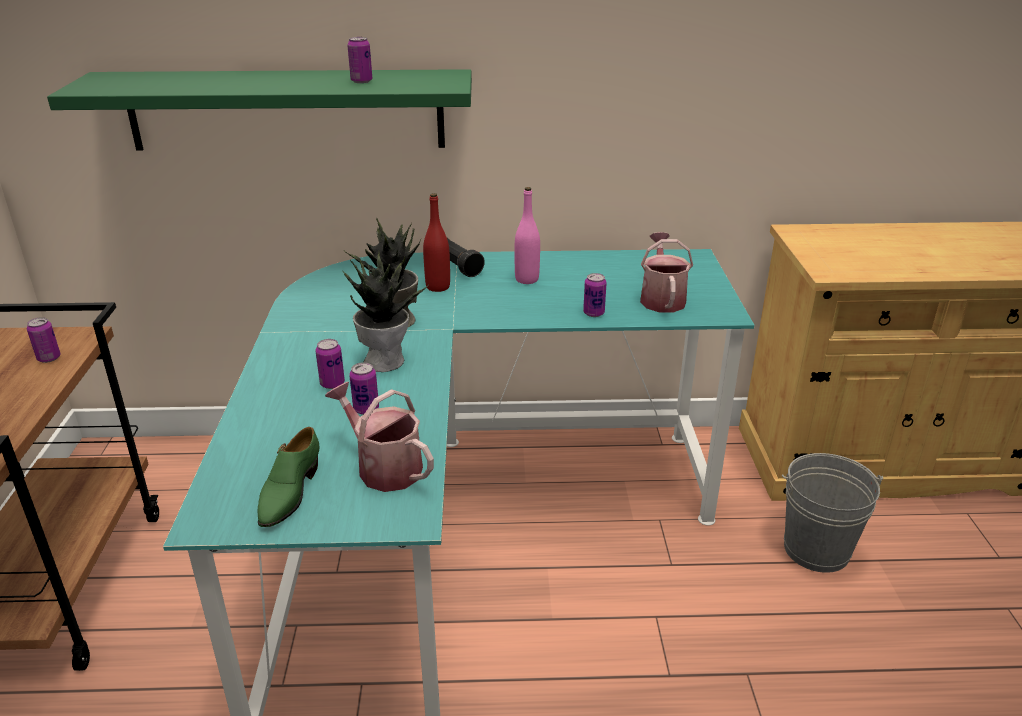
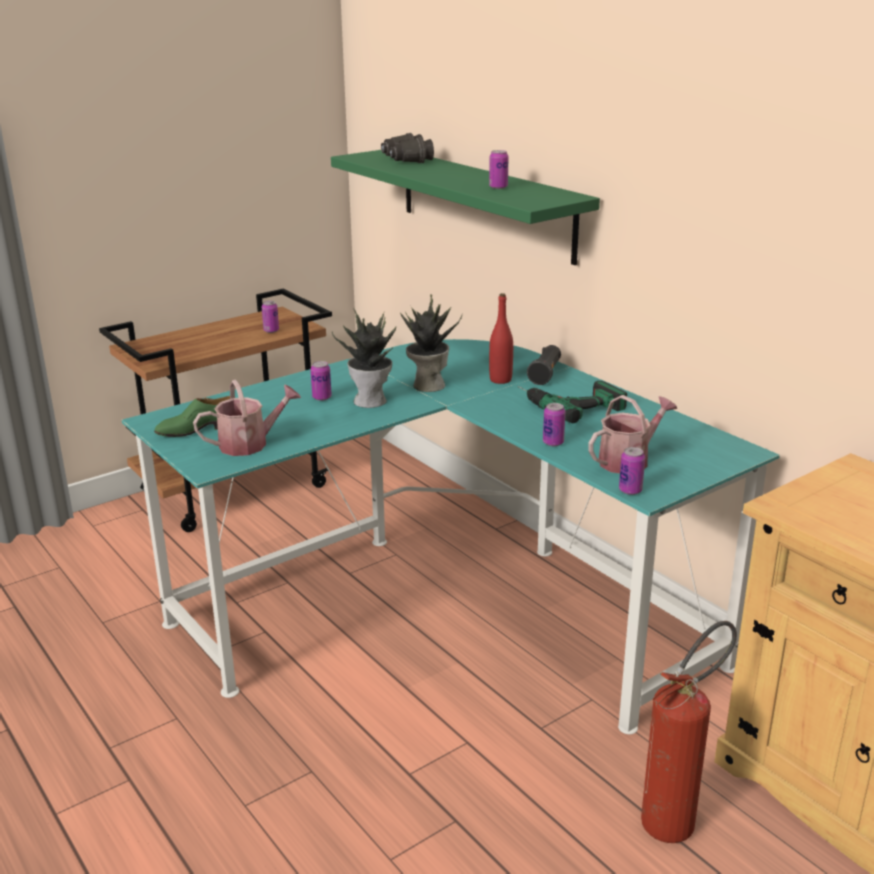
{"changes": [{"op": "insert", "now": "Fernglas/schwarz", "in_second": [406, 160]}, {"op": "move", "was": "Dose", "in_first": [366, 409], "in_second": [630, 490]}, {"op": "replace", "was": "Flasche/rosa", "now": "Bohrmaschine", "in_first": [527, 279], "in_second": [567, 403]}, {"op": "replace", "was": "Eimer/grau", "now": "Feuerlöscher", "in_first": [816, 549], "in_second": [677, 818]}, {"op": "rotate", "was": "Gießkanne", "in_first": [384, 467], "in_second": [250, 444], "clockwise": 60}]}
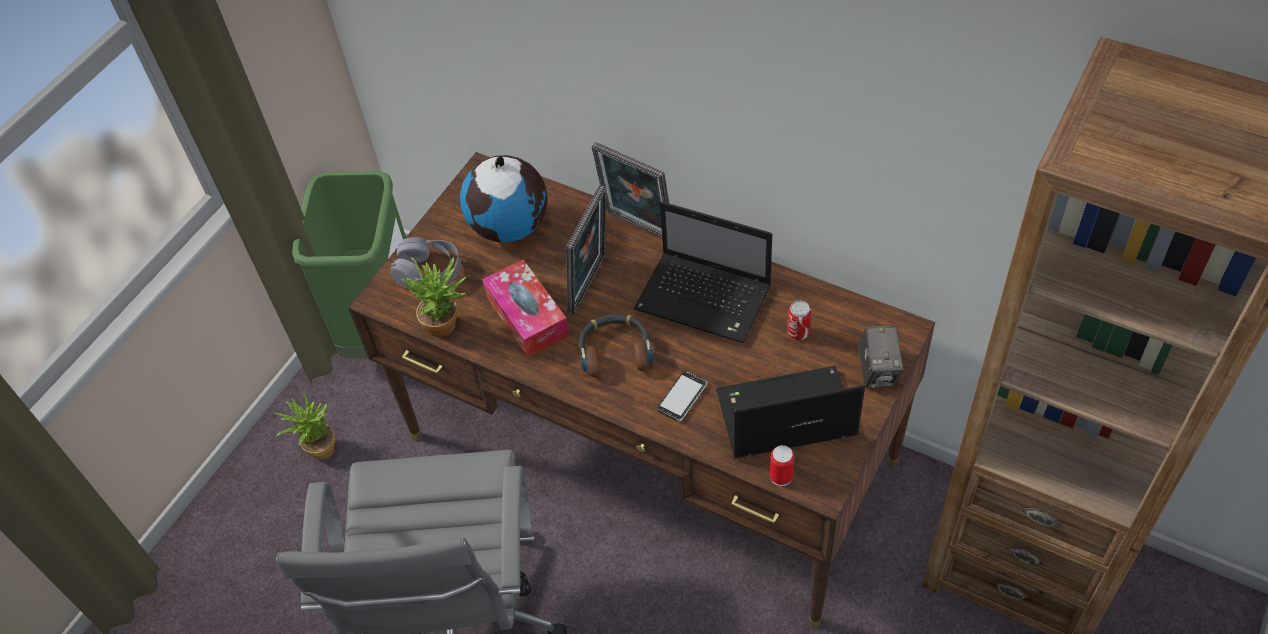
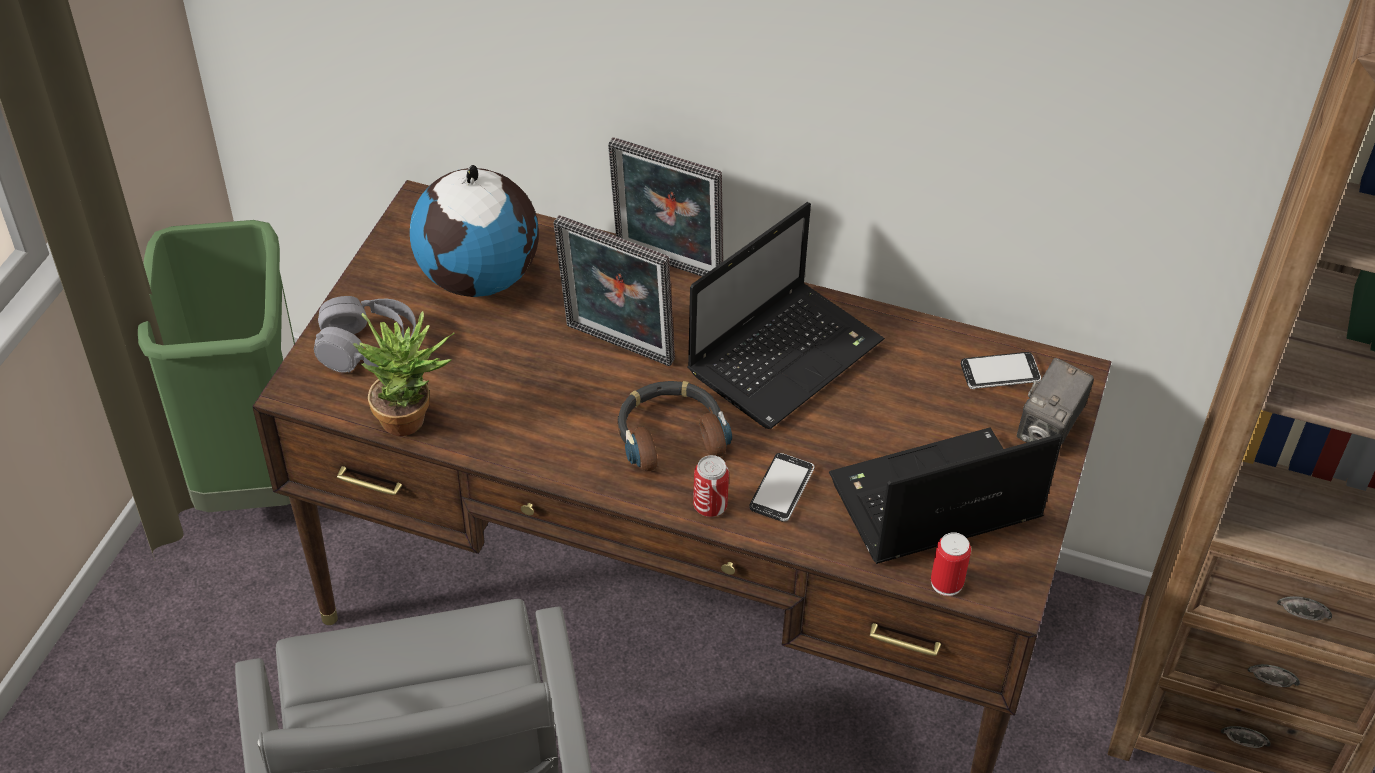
{"changes": [{"op": "delete", "was": "Topfpflanze", "in_first": [317, 448]}, {"op": "delete", "was": "Taschentuchbox", "in_first": [527, 316]}, {"op": "insert", "now": "Handy", "in_second": [1000, 373]}, {"op": "move", "was": "Dose", "in_first": [798, 332], "in_second": [710, 506]}, {"op": "rotate", "was": "Bilderrahmen", "in_first": [591, 285], "in_second": [616, 348], "clockwise": 105}, {"op": "rotate", "was": "Laptop", "in_first": [706, 299], "in_second": [787, 354], "clockwise": -60}, {"op": "rotate", "was": "Kamera", "in_first": [877, 371], "in_second": [1049, 431], "clockwise": 45}]}
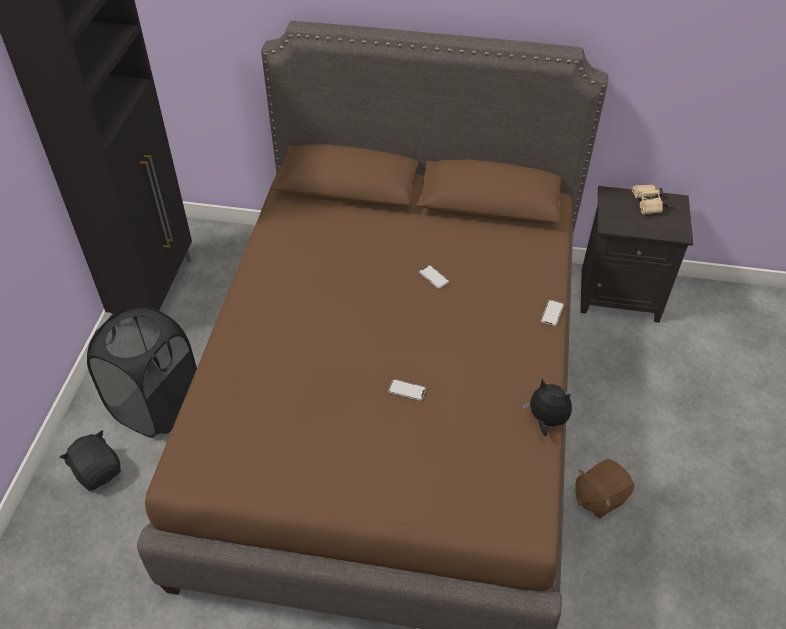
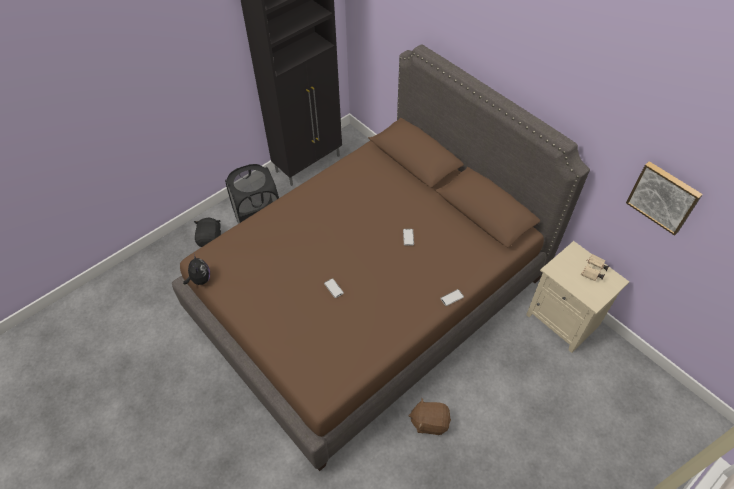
{"changes": [{"op": "insert", "now": "Bild", "in_second": [664, 197]}, {"op": "move", "was": "Plüschtier", "in_first": [546, 420], "in_second": [200, 279]}, {"op": "recolor", "was": "Nachttisch/schwarz", "now": "Nachttisch/beige", "in_first": [620, 294], "in_second": [564, 320]}]}
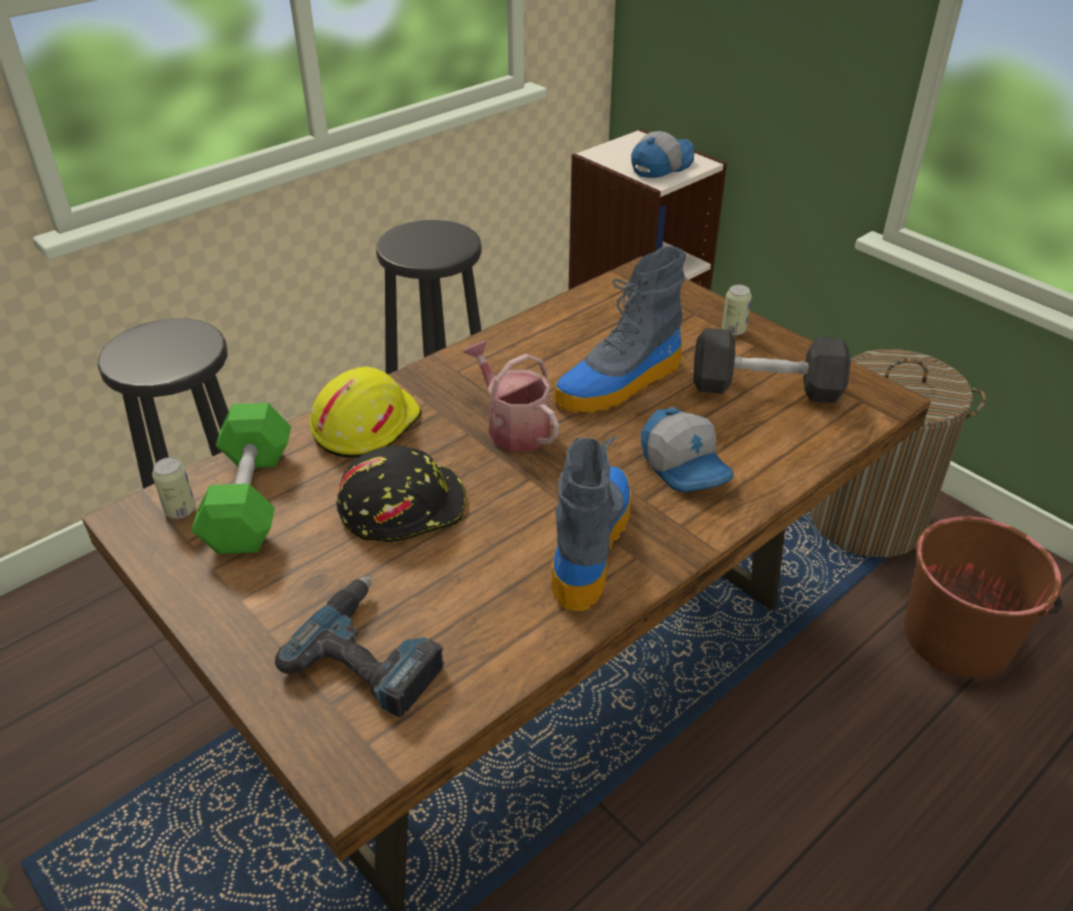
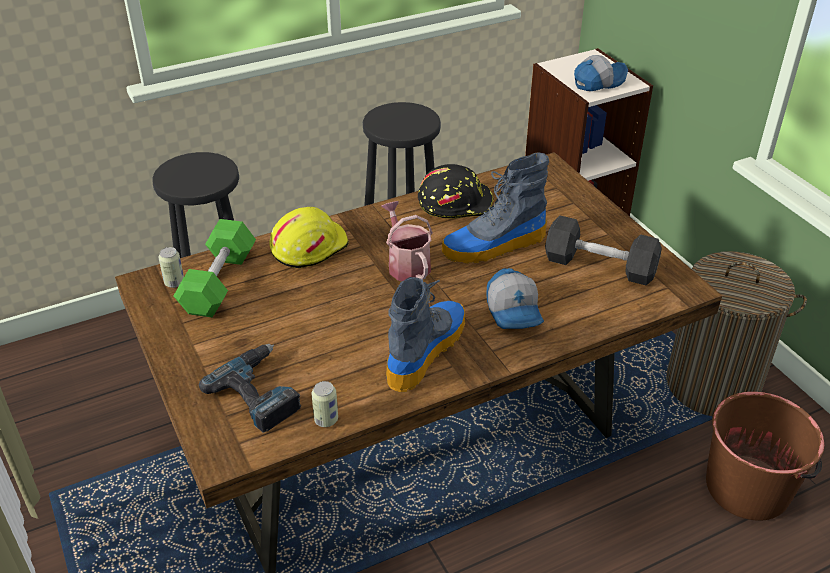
{"changes": [{"op": "move", "was": "Schutzhelm/schwarz", "in_first": [402, 506], "in_second": [455, 202]}, {"op": "move", "was": "Dose", "in_first": [733, 330], "in_second": [326, 420]}]}
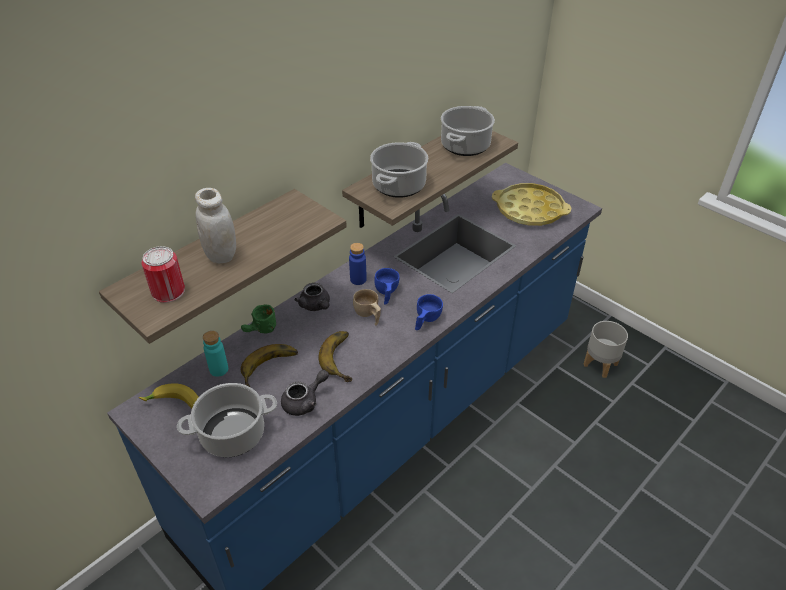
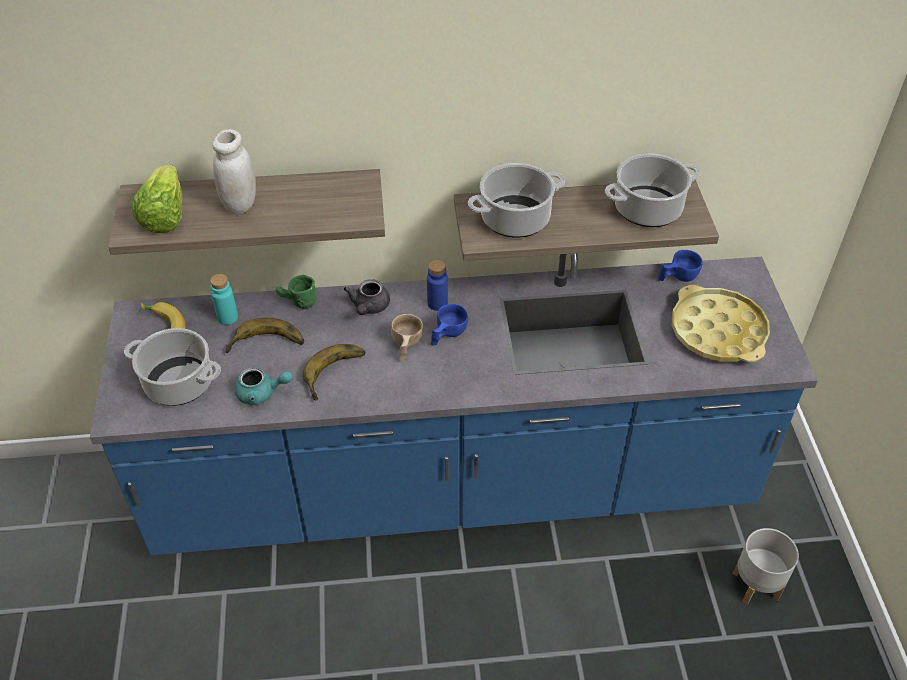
{"changes": [{"op": "move", "was": "Tasse/blau", "in_first": [425, 320], "in_second": [677, 277]}, {"op": "replace", "was": "Dose", "now": "Salatkopf", "in_first": [168, 291], "in_second": [165, 215]}, {"op": "recolor", "was": "Teekanne/grau", "now": "Teekanne/türkis", "in_first": [304, 401], "in_second": [262, 393]}]}
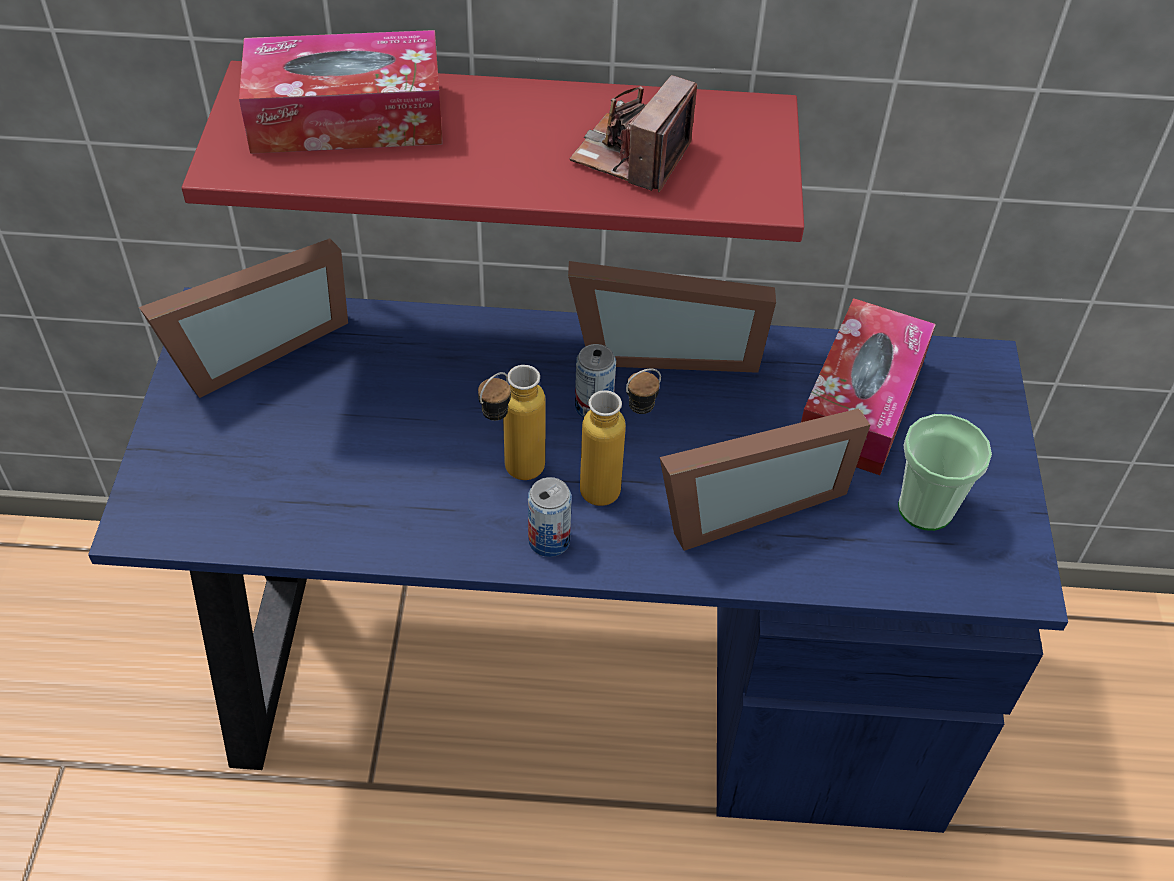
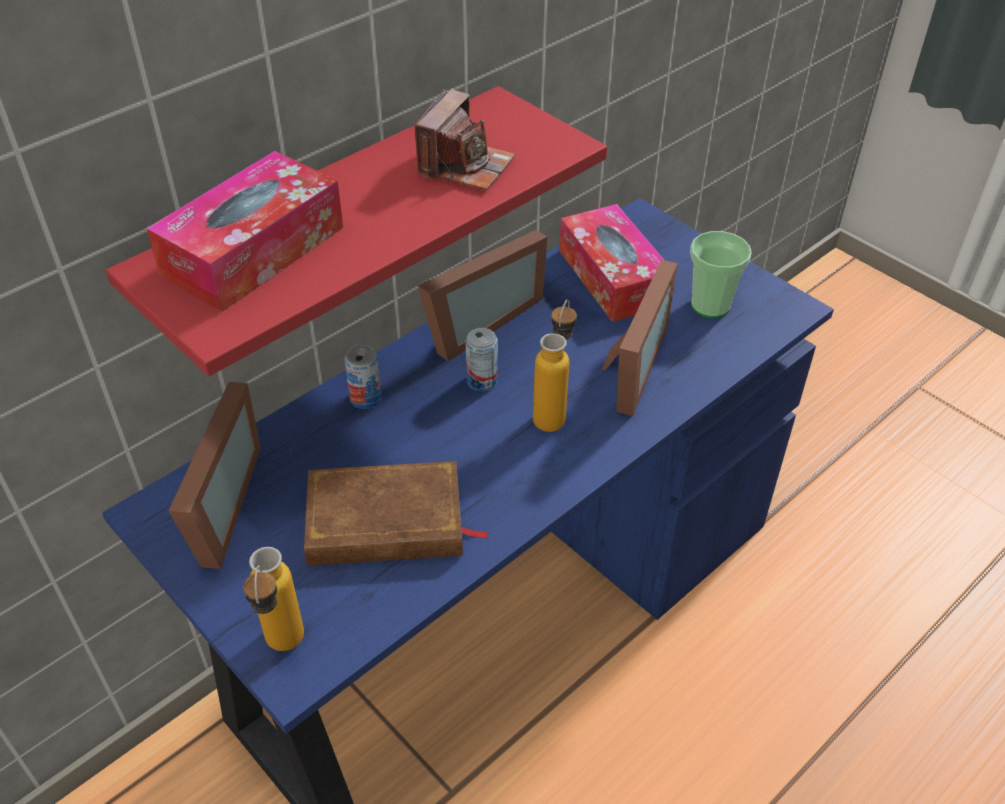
{"changes": [{"op": "insert", "now": "Buch/braun", "in_second": [386, 523]}, {"op": "move", "was": "Flasche", "in_first": [512, 476], "in_second": [283, 650]}, {"op": "move", "was": "Dose", "in_first": [549, 540], "in_second": [365, 398]}, {"op": "rotate", "was": "Kamera", "in_first": [632, 156], "in_second": [465, 165], "clockwise": -135}]}
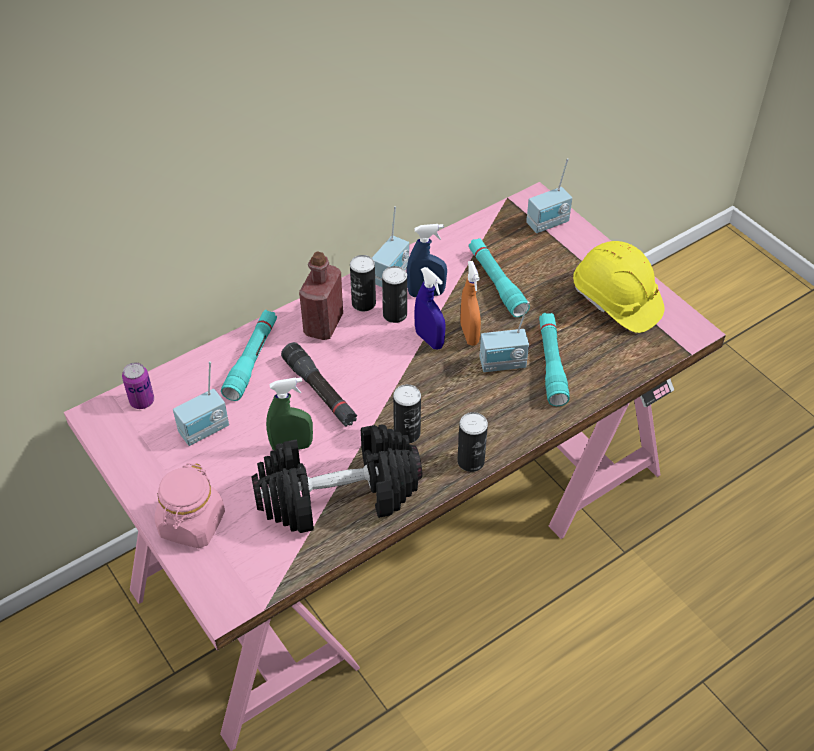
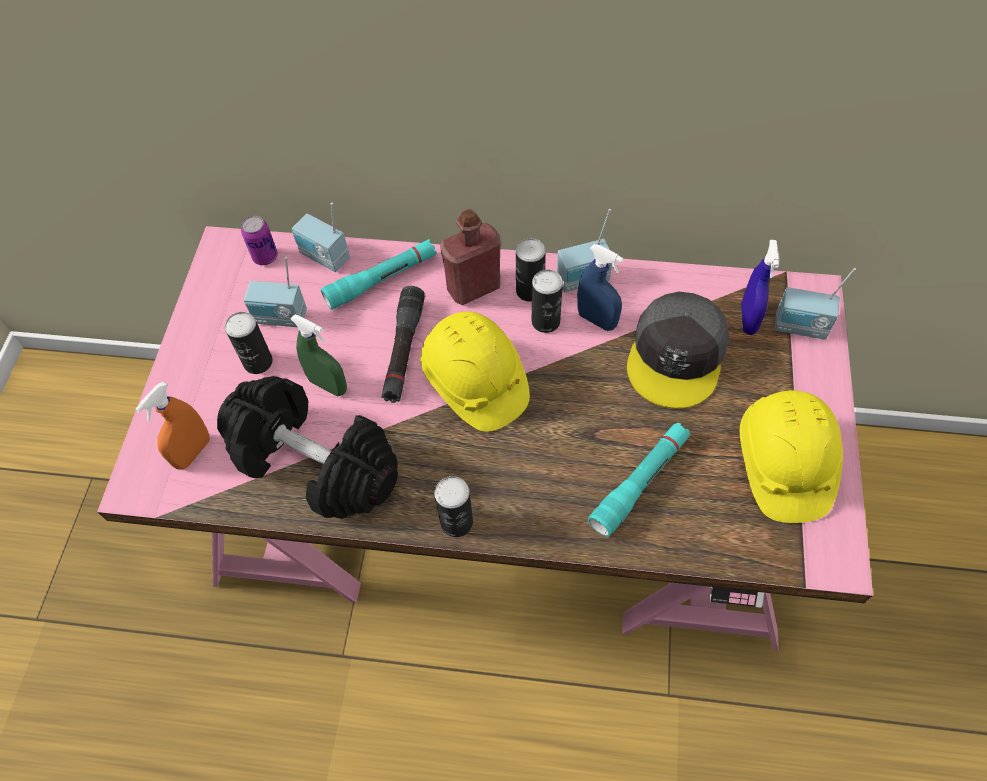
{"changes": [{"op": "delete", "was": "Vorratsglas/rosa", "in_first": [192, 524]}, {"op": "insert", "now": "Schutzhelm/gelb", "in_second": [474, 382]}, {"op": "move", "was": "Dose", "in_first": [407, 433], "in_second": [258, 362]}, {"op": "move", "was": "Sprühflasche/blau", "in_first": [429, 340], "in_second": [748, 319]}, {"op": "move", "was": "Sprühflasche/orange", "in_first": [469, 334], "in_second": [193, 452]}, {"op": "move", "was": "Radio", "in_first": [503, 365], "in_second": [324, 258]}, {"op": "replace", "was": "Taschenlampe/türkis", "now": "Kappe/grau", "in_first": [496, 283], "in_second": [677, 356]}]}
